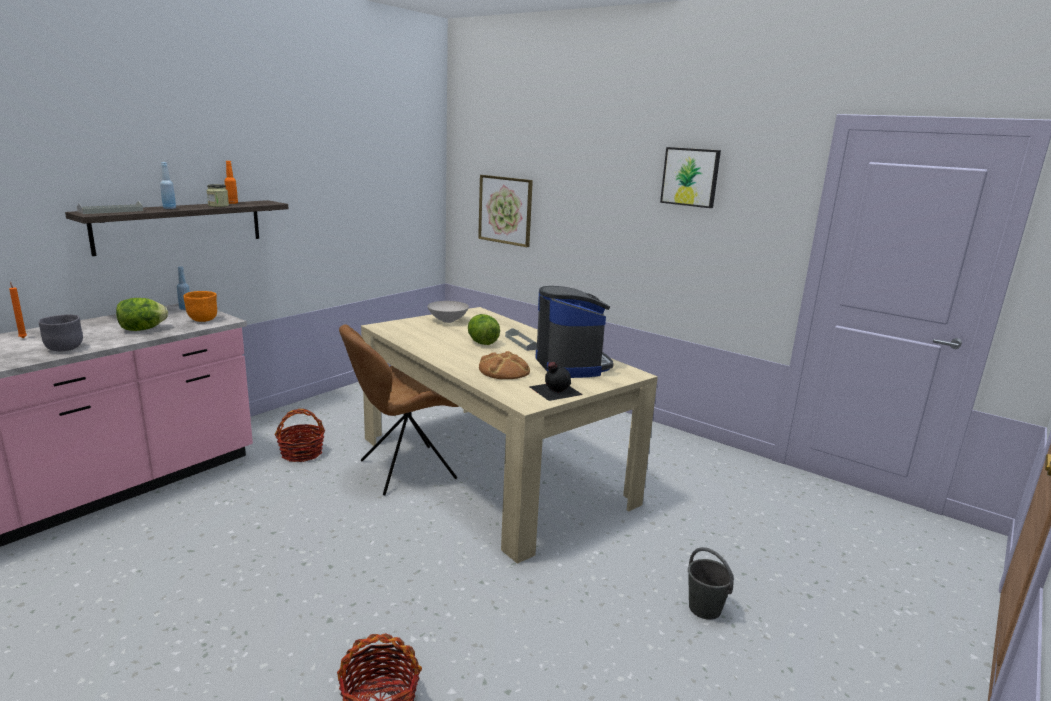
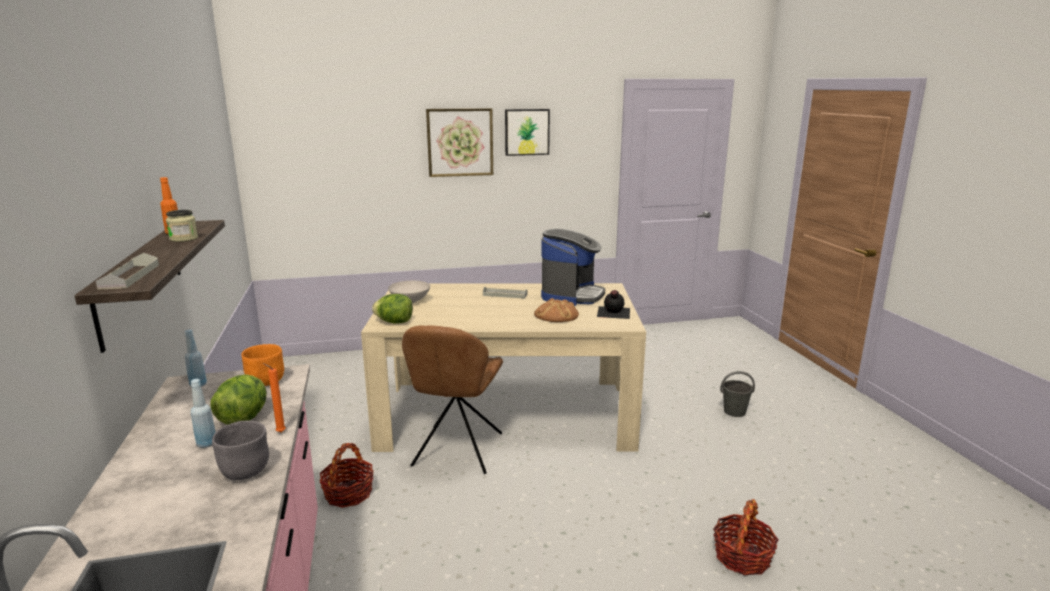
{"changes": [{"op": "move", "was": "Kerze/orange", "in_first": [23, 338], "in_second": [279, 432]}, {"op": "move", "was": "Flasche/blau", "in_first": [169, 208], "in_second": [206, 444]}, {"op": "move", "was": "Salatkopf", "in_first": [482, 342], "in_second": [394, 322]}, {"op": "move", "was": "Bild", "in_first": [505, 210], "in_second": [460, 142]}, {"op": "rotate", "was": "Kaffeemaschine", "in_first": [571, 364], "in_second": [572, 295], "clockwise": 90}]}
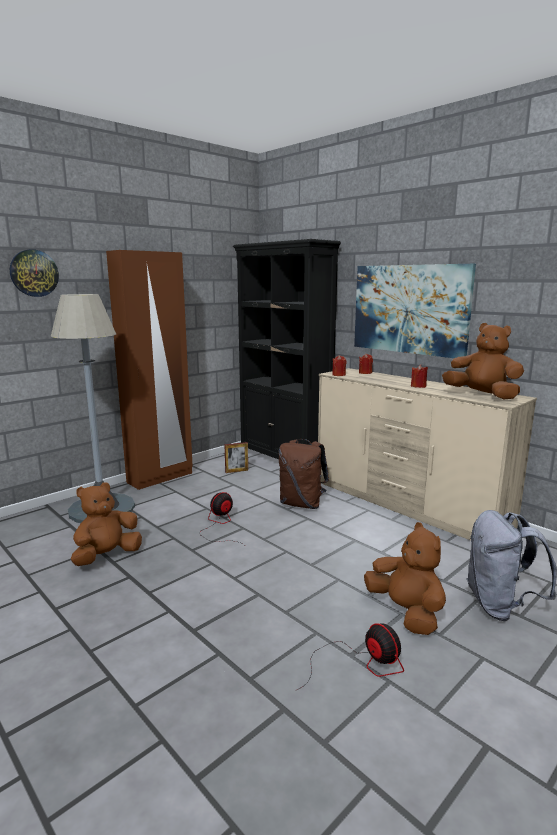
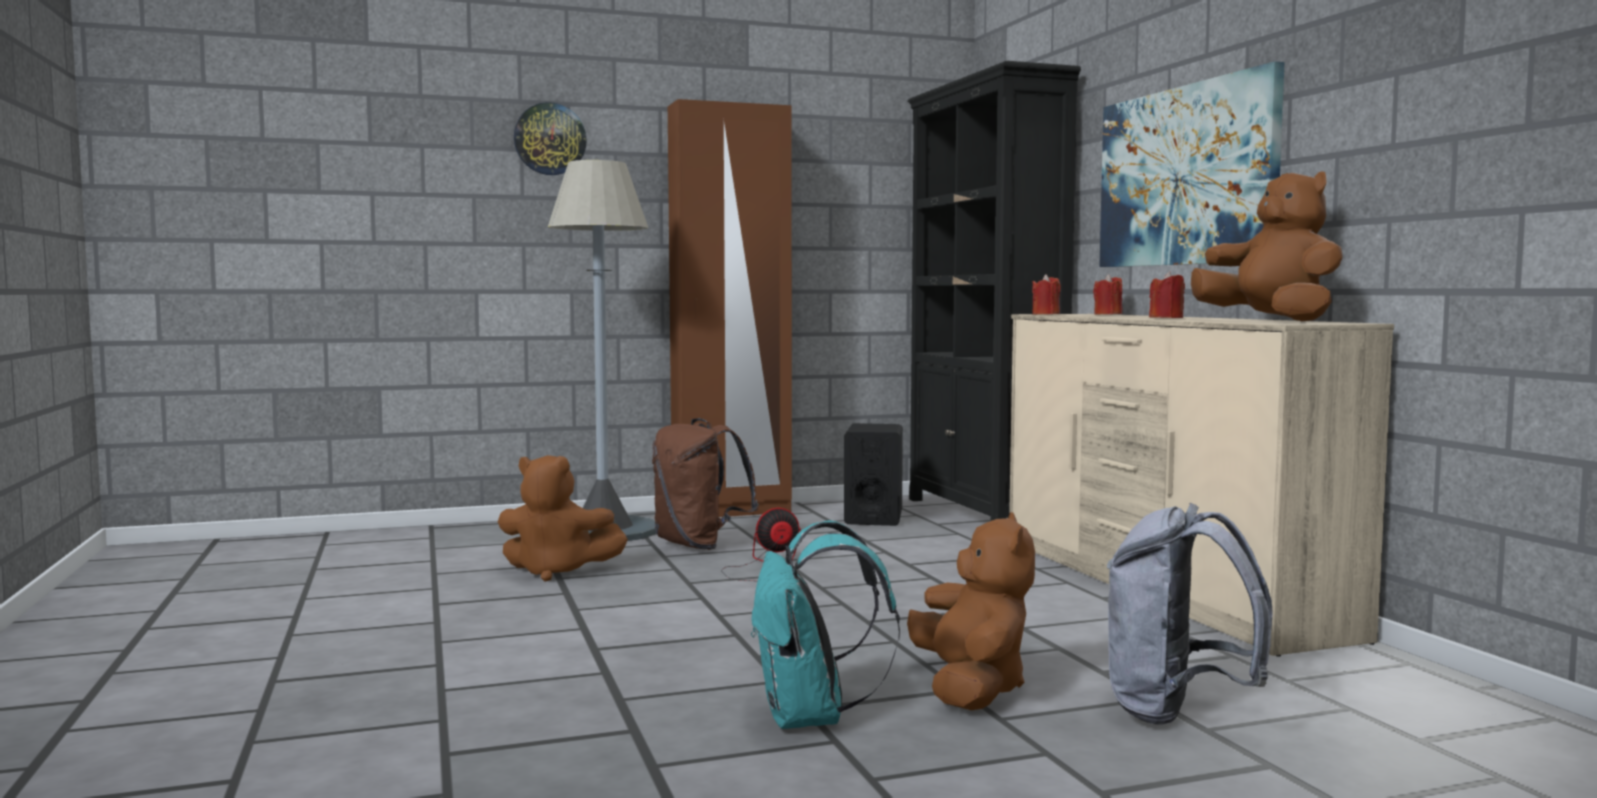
{"changes": [{"op": "move", "was": "Rucksack/braun", "in_first": [302, 504], "in_second": [699, 545]}, {"op": "replace", "was": "Bilderrahmen", "now": "Lautsprecher/schwarz", "in_first": [236, 471], "in_second": [873, 517]}, {"op": "replace", "was": "Ventilator", "now": "Rucksack/türkis", "in_first": [360, 664], "in_second": [811, 718]}, {"op": "rotate", "was": "Plüschtier/braun", "in_first": [107, 556], "in_second": [557, 572], "clockwise": -150}]}
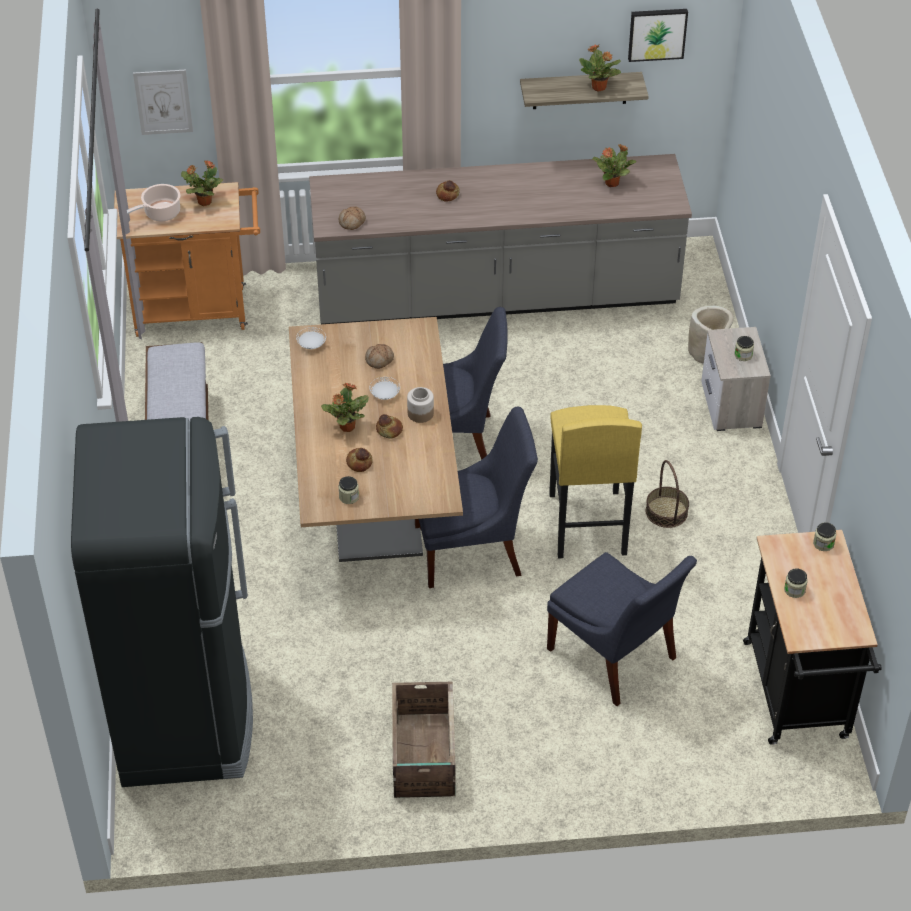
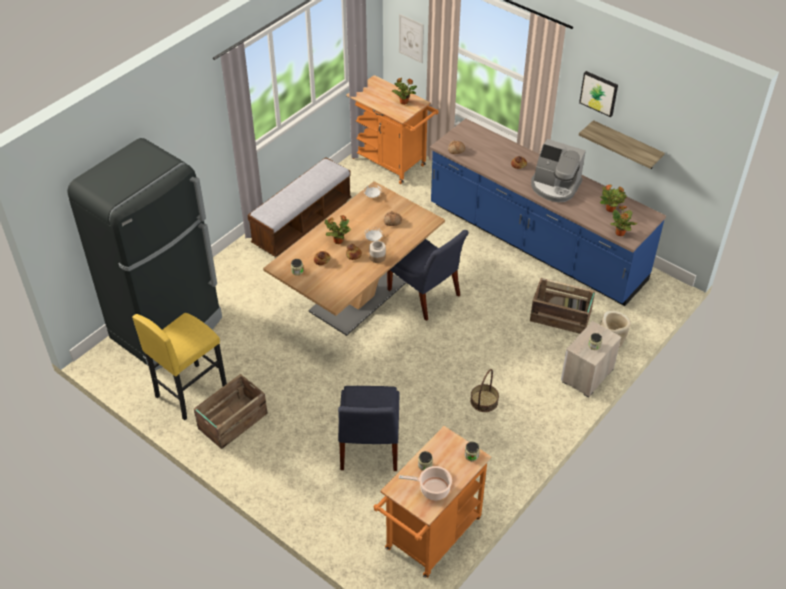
{"changes": [{"op": "delete", "was": "Stuhl/blau", "in_first": [473, 551]}, {"op": "insert", "now": "Kiste", "in_second": [561, 317]}, {"op": "insert", "now": "Kaffeemaschine", "in_second": [555, 186]}, {"op": "move", "was": "Kochtopf", "in_first": [160, 213], "in_second": [432, 489]}, {"op": "move", "was": "Hocker/gelb", "in_first": [587, 524], "in_second": [190, 391]}, {"op": "move", "was": "Topfpflanze", "in_first": [599, 87], "in_second": [620, 233]}, {"op": "move", "was": "Bild", "in_first": [657, 33], "in_second": [599, 93]}, {"op": "recolor", "was": "Küchenzeile/grau", "now": "Küchenzeile/blau", "in_first": [496, 297], "in_second": [535, 244]}, {"op": "recolor", "was": "Rollwagen/schwarz", "now": "Rollwagen/orange", "in_first": [798, 697], "in_second": [429, 538]}]}
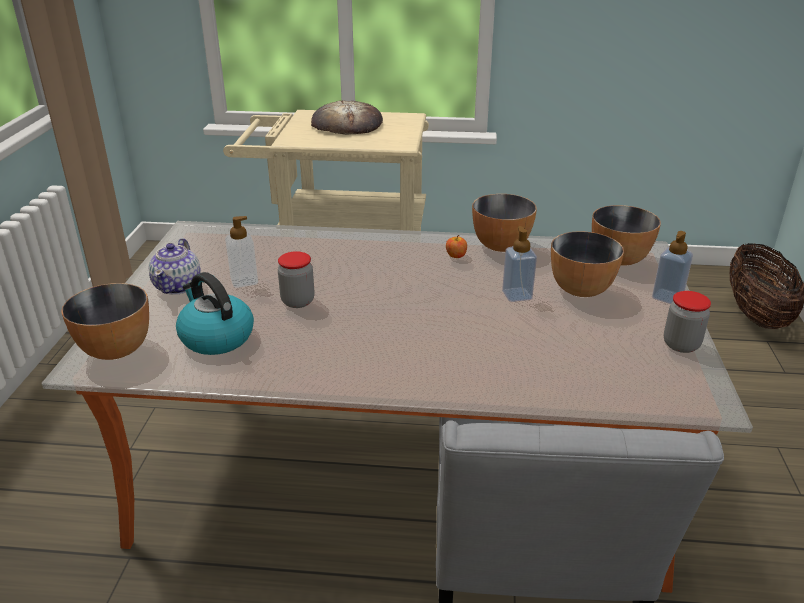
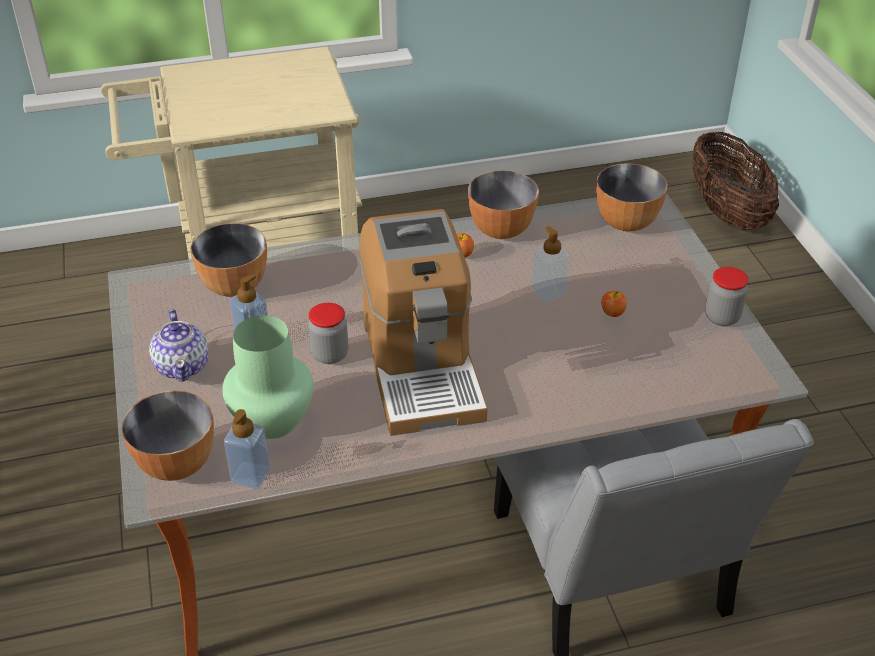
{"changes": [{"op": "delete", "was": "Brot", "in_first": [347, 124]}, {"op": "insert", "now": "Kaffeemaschine", "in_second": [422, 368]}, {"op": "insert", "now": "Apfel", "in_second": [612, 312]}, {"op": "move", "was": "Schüssel", "in_first": [581, 289], "in_second": [234, 286]}, {"op": "move", "was": "Seifenspender", "in_first": [667, 297], "in_second": [250, 475]}, {"op": "replace", "was": "Wasserkessel", "now": "Vase/grün", "in_first": [216, 337], "in_second": [273, 421]}]}
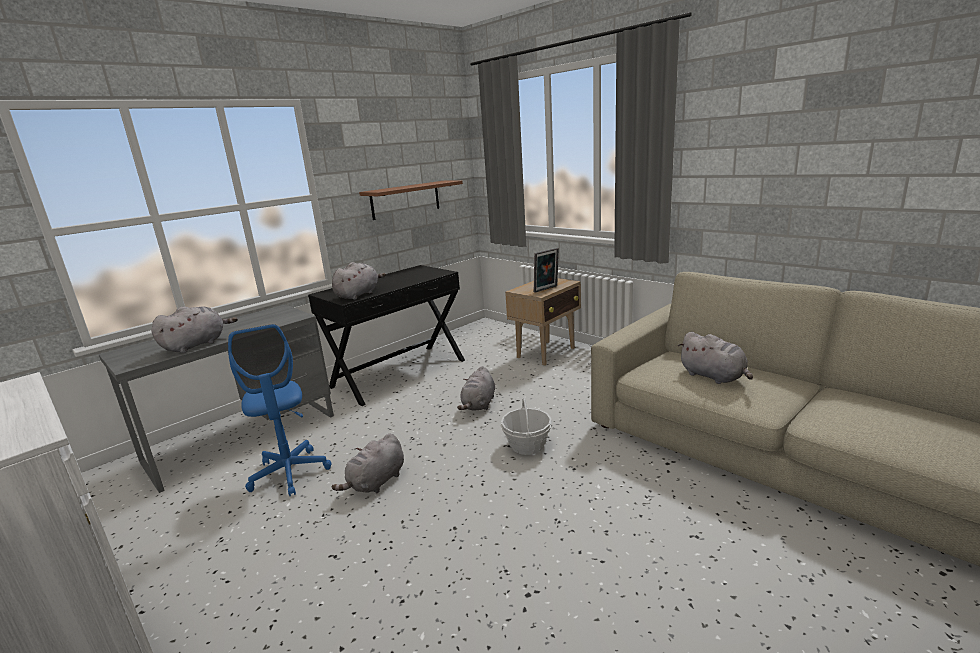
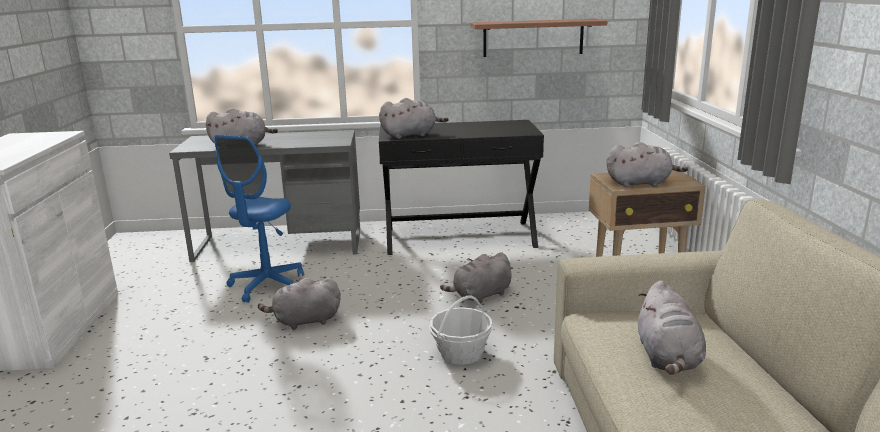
{"changes": [{"op": "replace", "was": "Bilderrahmen", "now": "Plüschtier/grau", "in_first": [546, 289], "in_second": [640, 183]}]}
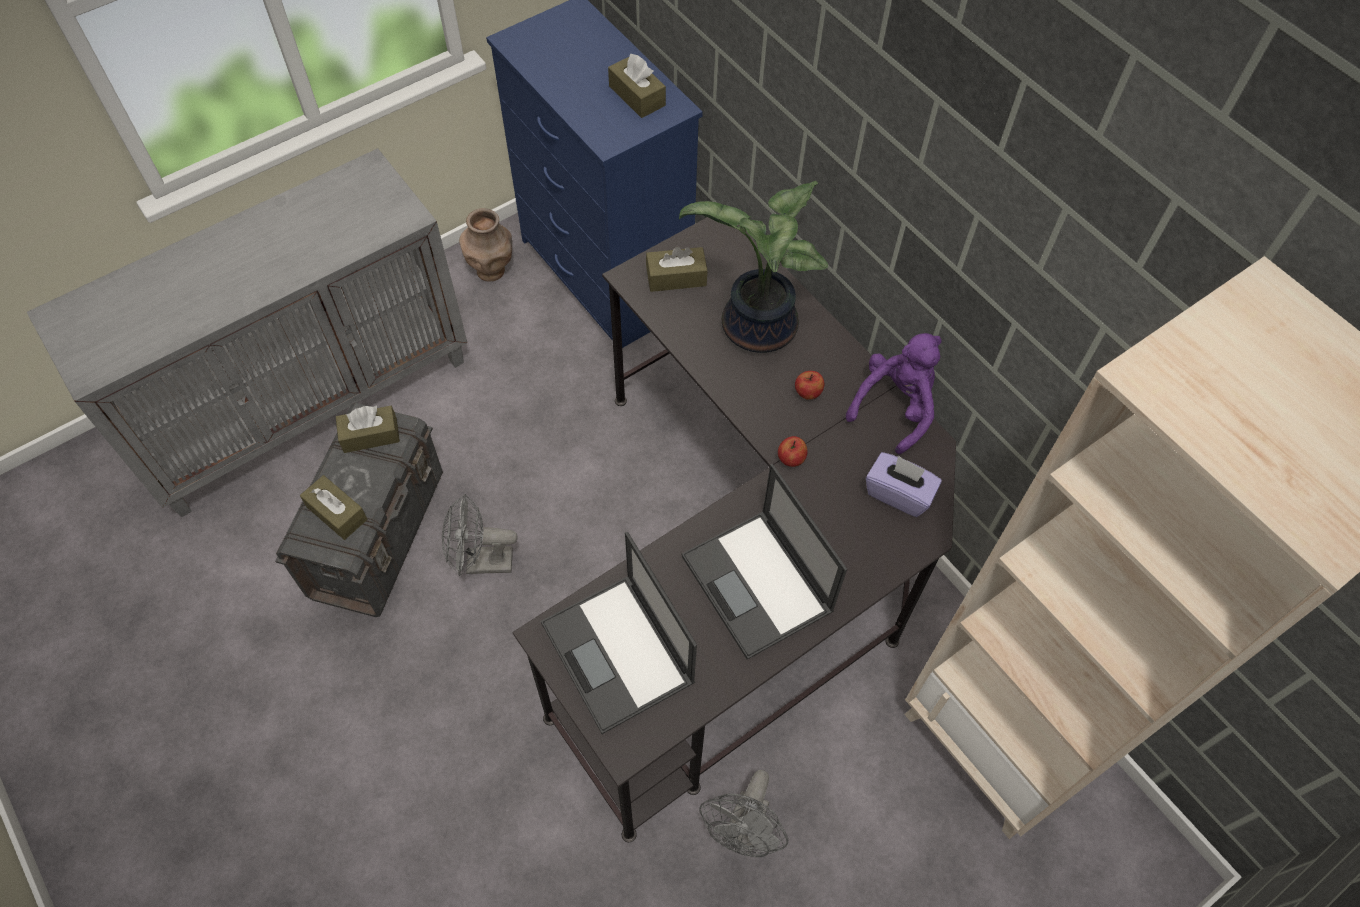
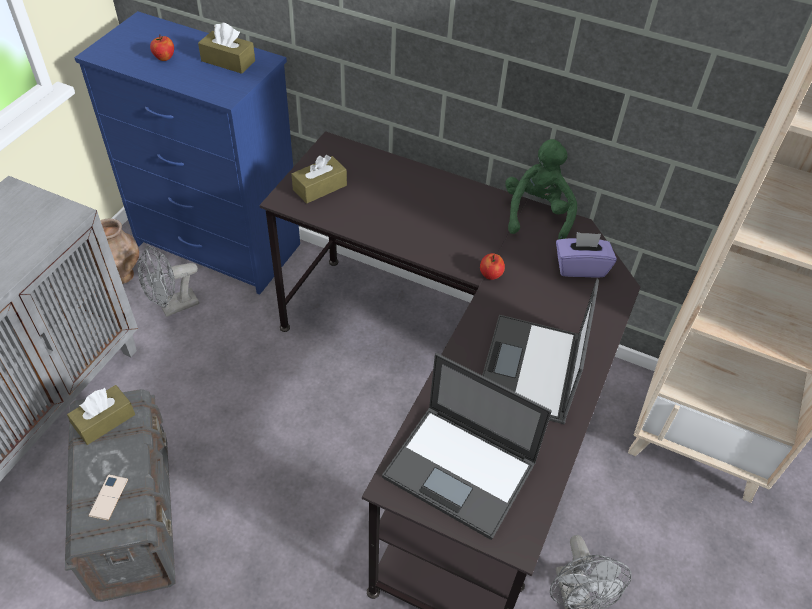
{"changes": [{"op": "delete", "was": "Topfpflanze", "in_first": [755, 330]}, {"op": "move", "was": "Ventilator/grau", "in_first": [481, 562], "in_second": [173, 307]}, {"op": "move", "was": "Apfel", "in_first": [807, 393], "in_second": [164, 58]}, {"op": "replace", "was": "Taschentuchbox/braun", "now": "Handy", "in_first": [337, 513], "in_second": [108, 497]}, {"op": "recolor", "was": "Plüschtier/lila", "now": "Plüschtier/grün", "in_first": [895, 407], "in_second": [537, 214]}, {"op": "rotate", "was": "Laptop", "in_first": [758, 585], "in_second": [530, 370], "clockwise": 75}]}
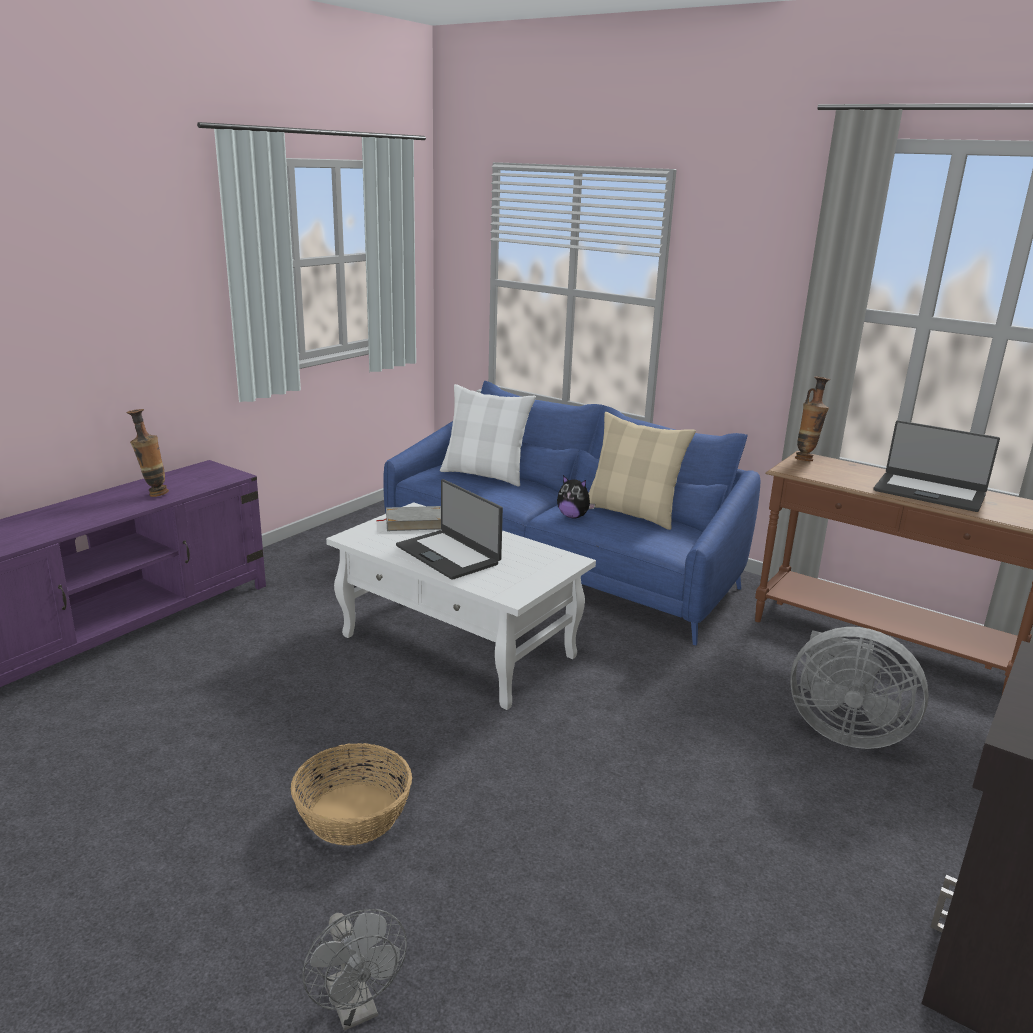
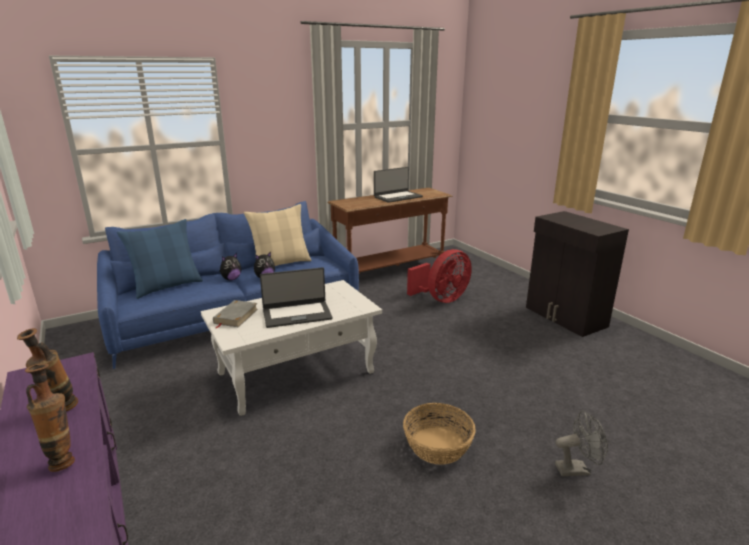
{"changes": [{"op": "insert", "now": "Plüschtier", "in_second": [231, 279]}, {"op": "move", "was": "Vase", "in_first": [806, 459], "in_second": [63, 460]}, {"op": "recolor", "was": "Kissen/weiß", "now": "Kissen/blau", "in_first": [485, 475], "in_second": [167, 286]}, {"op": "recolor", "was": "Ventilator/grau", "now": "Ventilator/rot", "in_first": [843, 731], "in_second": [441, 299]}]}
